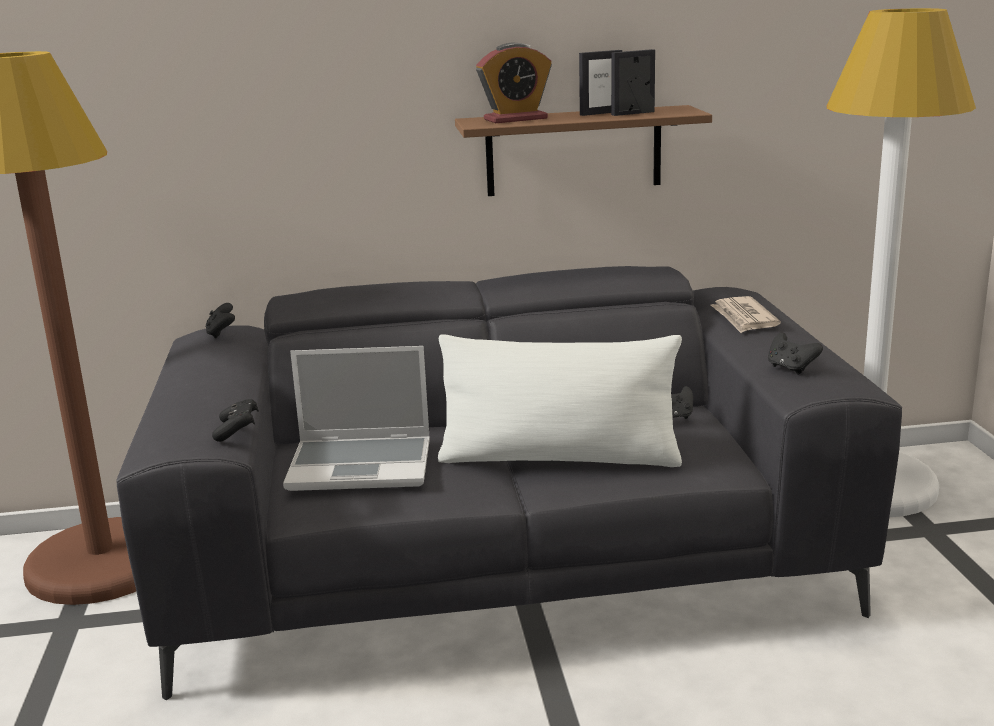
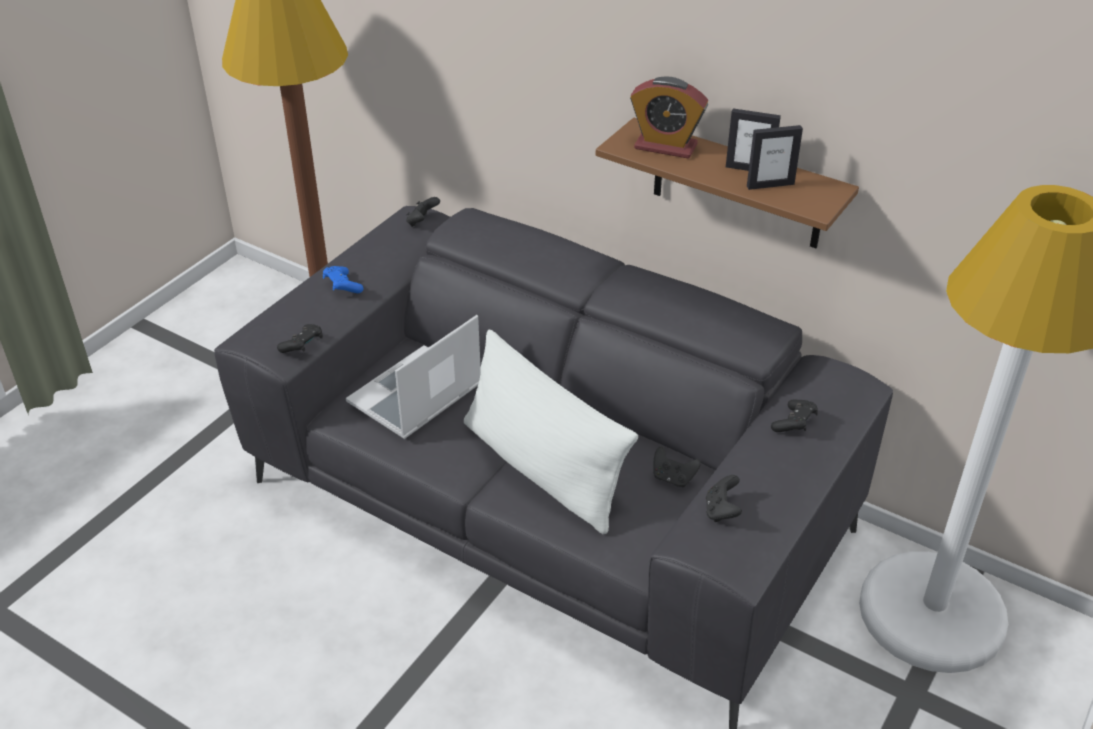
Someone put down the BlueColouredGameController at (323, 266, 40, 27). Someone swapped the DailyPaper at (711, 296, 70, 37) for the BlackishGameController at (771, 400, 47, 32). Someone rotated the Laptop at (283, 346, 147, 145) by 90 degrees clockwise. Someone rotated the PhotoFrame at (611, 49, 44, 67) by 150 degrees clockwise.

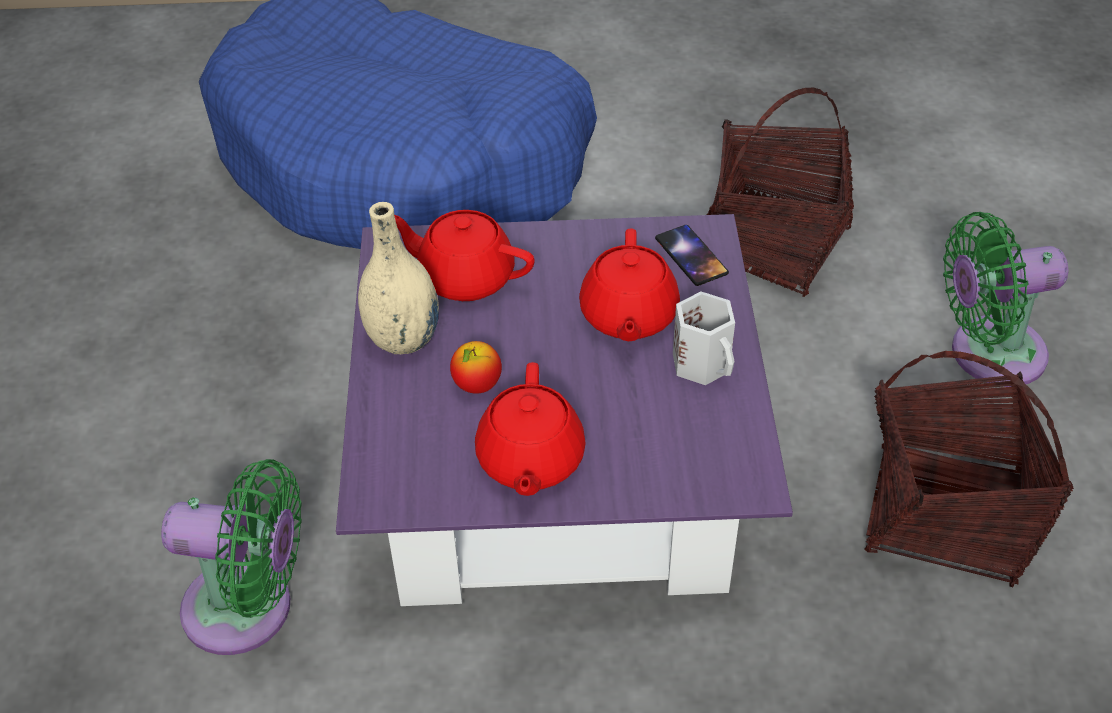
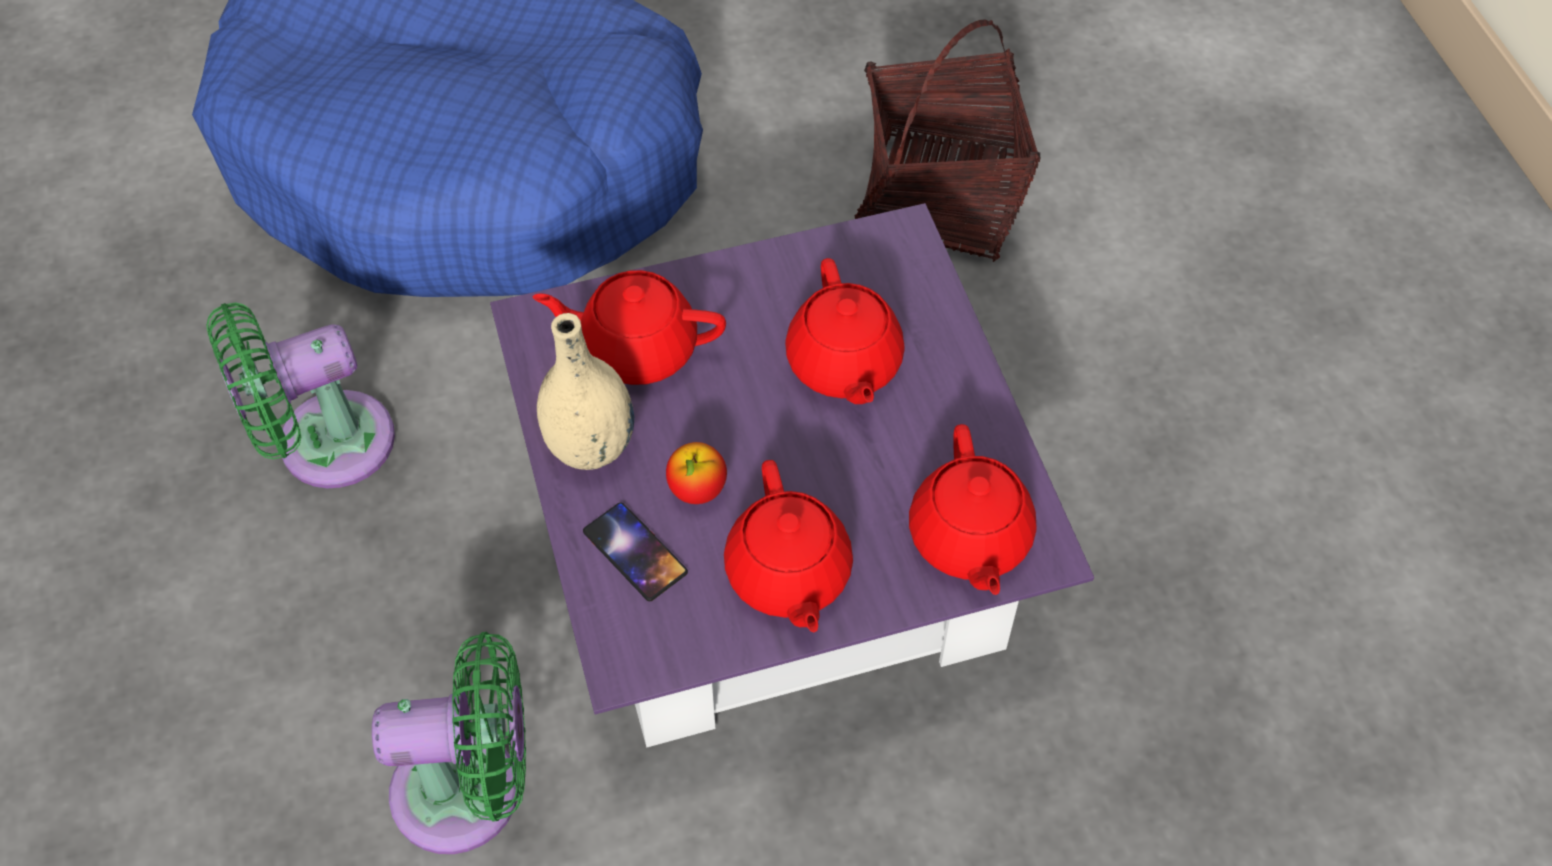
Someone took away the WhitishMug at (673, 292, 62, 93). Someone took away the Basket at (865, 351, 209, 236). Someone put down the ReddishPotForTea at (909, 424, 128, 171). Someone carried the Handset from (655, 225, 74, 61) to (583, 503, 105, 98). Someone carried the GreenishCoolingFan from (943, 212, 126, 175) to (206, 302, 189, 186).

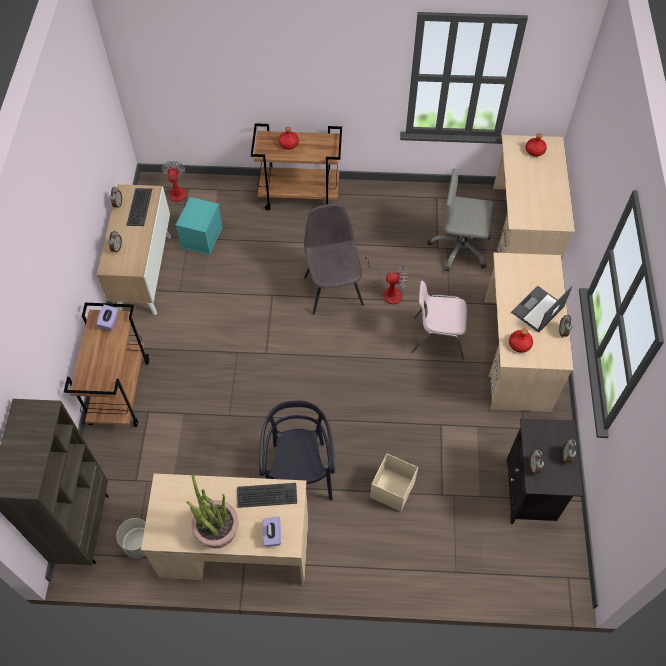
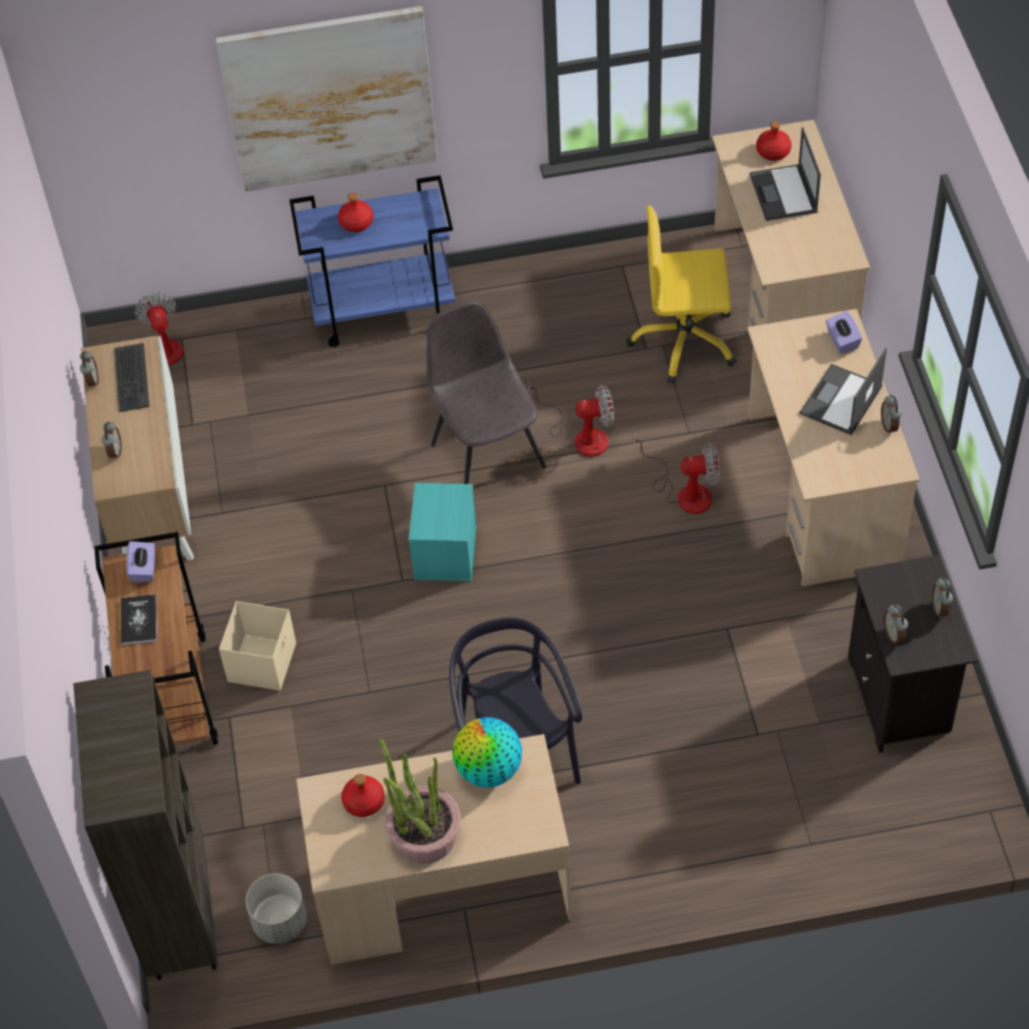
Someone put down the BoundBook at (121, 594, 36, 51). Someone put up the Picture at (216, 6, 221, 186). Someone put down the Laptop at (750, 127, 71, 94). Someone carried the BlueGreenStorageBin from (176, 197, 47, 58) to (409, 483, 68, 98). Someone carried the PurplishTissueBox from (262, 517, 19, 29) to (826, 311, 36, 42). Someone carried the BeigeStorageBin from (370, 453, 48, 58) to (219, 601, 77, 90). Someone carried the ReddishBottle from (509, 329, 24, 24) to (341, 774, 44, 43). Someone swapped the PcKeyboard at (237, 483, 60, 25) for the WorldGlobe at (452, 717, 70, 71). Someone swapped the PinkChair at (411, 281, 56, 79) for the CoolingFan at (634, 433, 86, 81). Someone repainted the BrownWheeledCart at (251, 123, 91, 87), which became the BlueColouredWheeledCart at (290, 175, 165, 172). Someone repainted the GreyishOfficeChair at (428, 168, 65, 104), which became the YellowishOfficeChair at (627, 206, 110, 178).

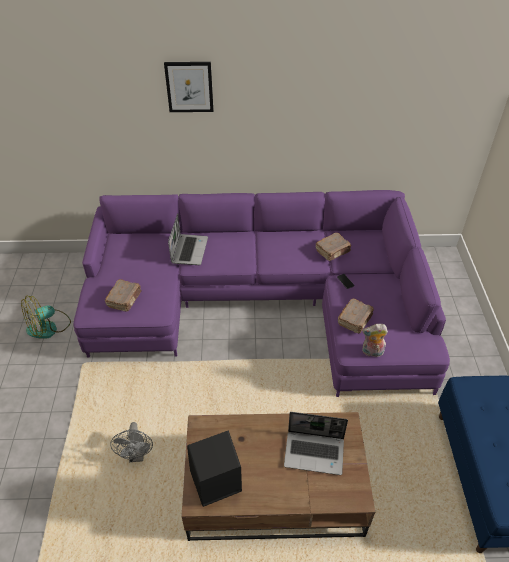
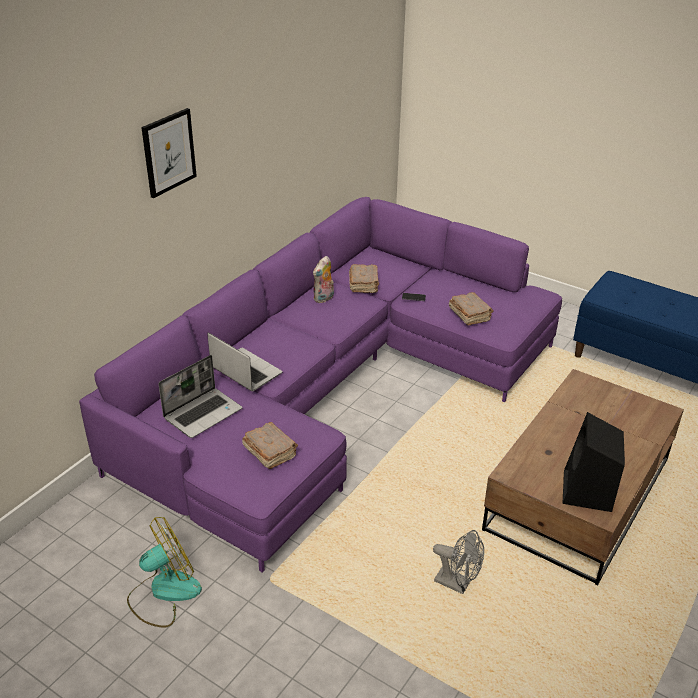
Someone carried the Laptop from (284, 412, 64, 63) to (158, 355, 84, 83). Someone carried the CuddlyToy from (362, 324, 26, 33) to (313, 256, 21, 47). Someone rotated the CoolingFan at (21, 295, 50, 44) by 120 degrees counterclockwise.

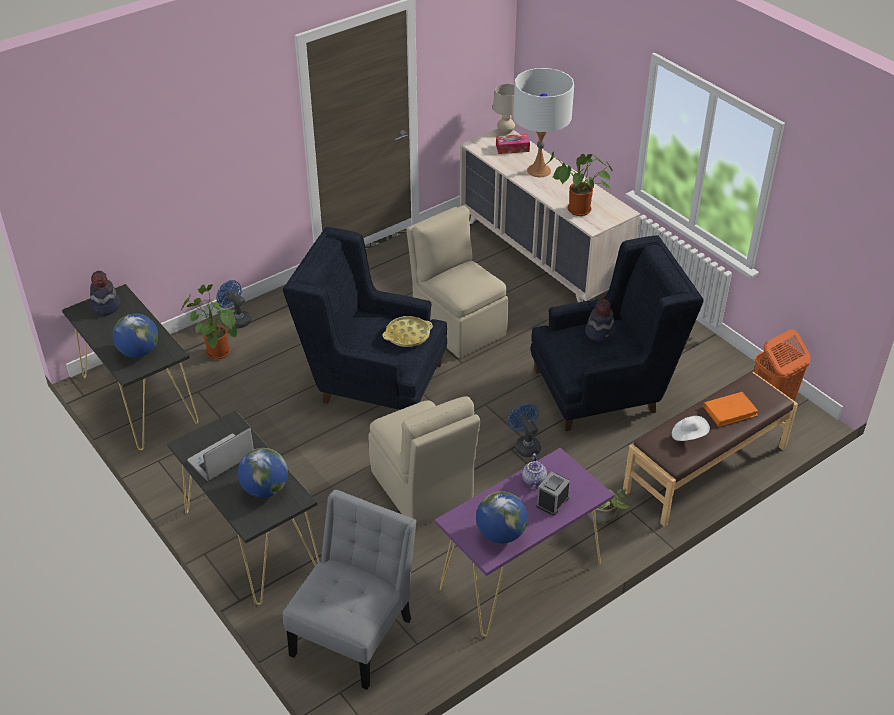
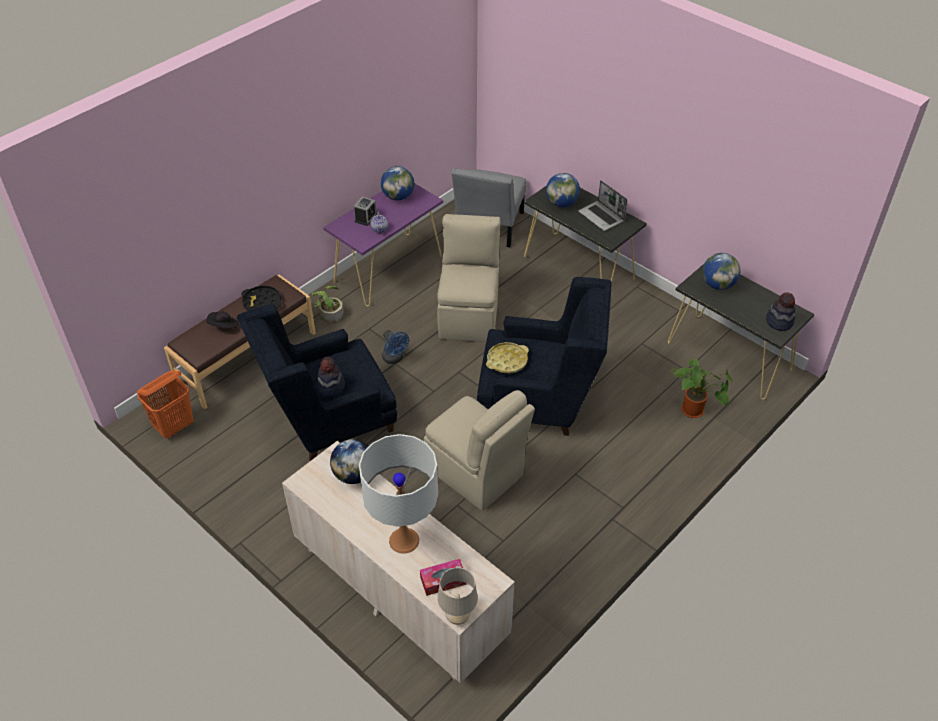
Someone took away the BlueColouredCoolingFan at (216, 280, 35, 48). Someone swapped the PlantInAPot at (543, 151, 70, 65) for the WorldGlobe at (330, 439, 39, 45). Someone swapped the WhitishHat at (672, 416, 38, 25) for the BlackishTray at (241, 285, 41, 26). Someone swapped the OrangeBoundBook at (703, 392, 55, 35) for the BlackishHat at (206, 311, 33, 17). Someone rotated the Laptop at (187, 428, 67, 53) by 105 degrees clockwise. Someone rotated the BeigeChair at (369, 396, 112, 132) by 45 degrees clockwise.

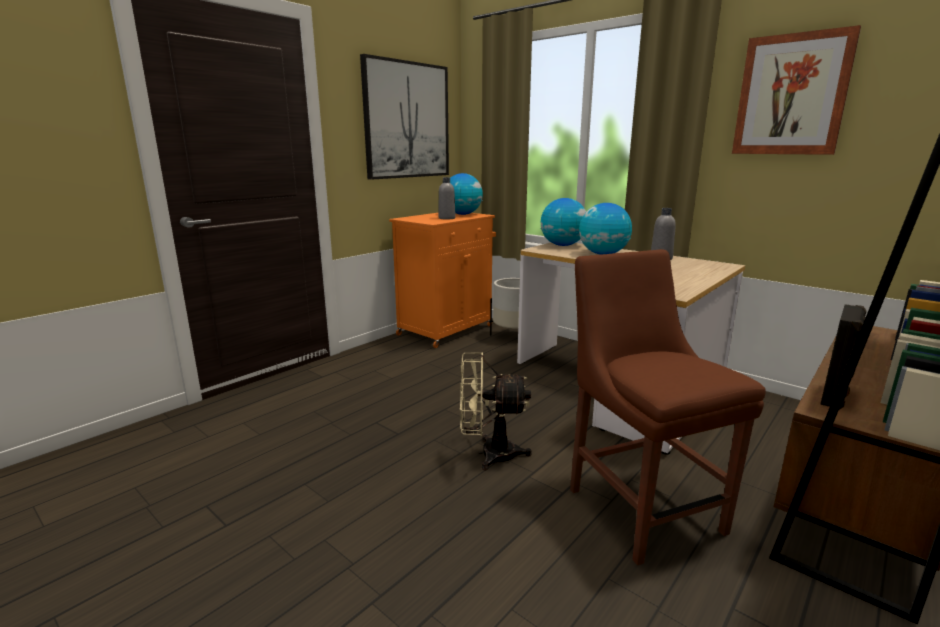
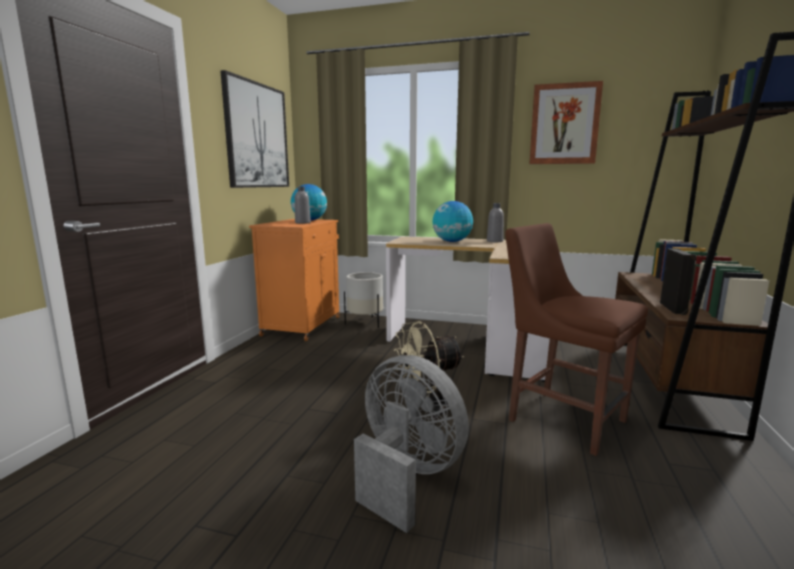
Someone took away the WorldGlobe at (540, 198, 46, 48). Someone put down the GreyishCoolingFan at (354, 355, 115, 178).

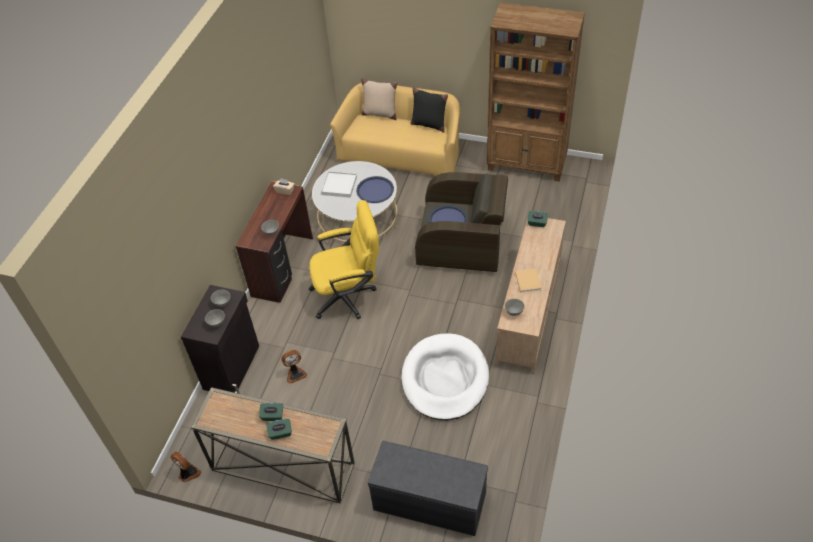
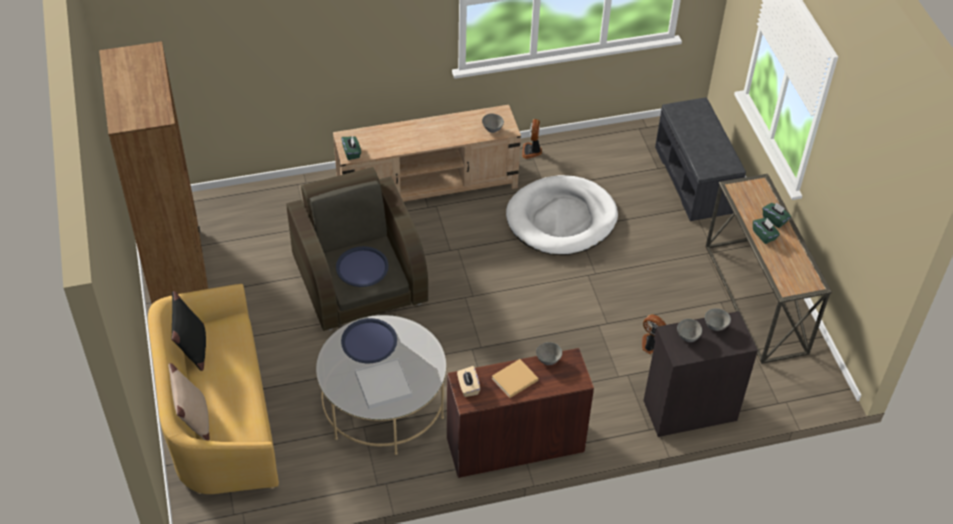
Someone took away the YellowishOfficeChair at (309, 200, 70, 119). Someone carried the CoolingFan from (171, 451, 30, 32) to (522, 119, 20, 40). Someone carried the BeigeBoundBook from (515, 269, 27, 24) to (491, 359, 47, 39).

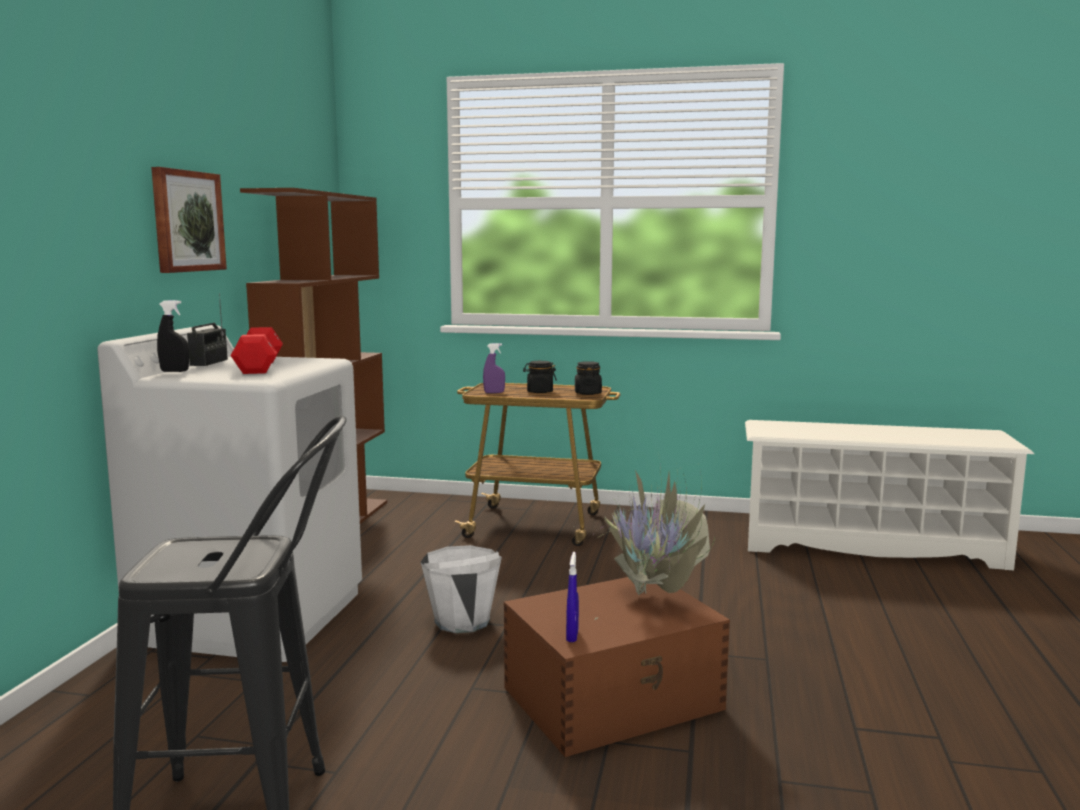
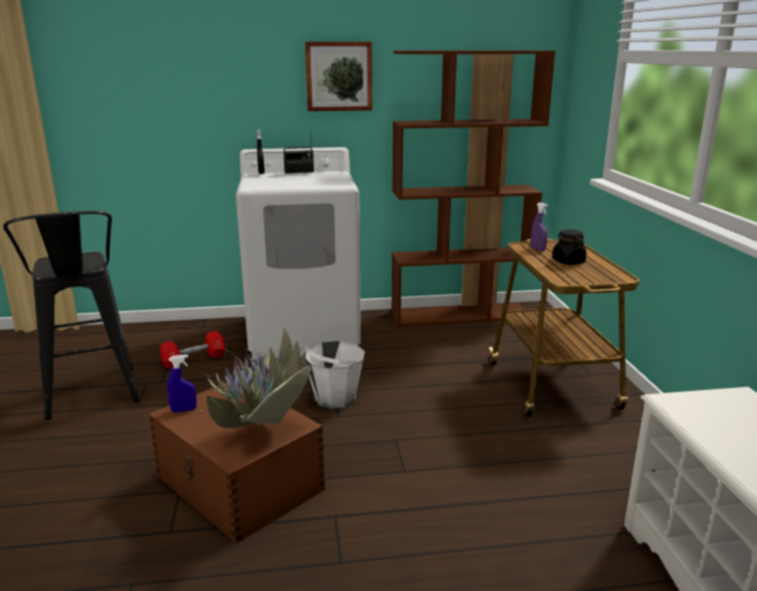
Someone took away the BlackishJar at (575, 361, 27, 34). Someone carried the ReddishDumbbell from (231, 327, 52, 47) to (160, 331, 65, 38).

